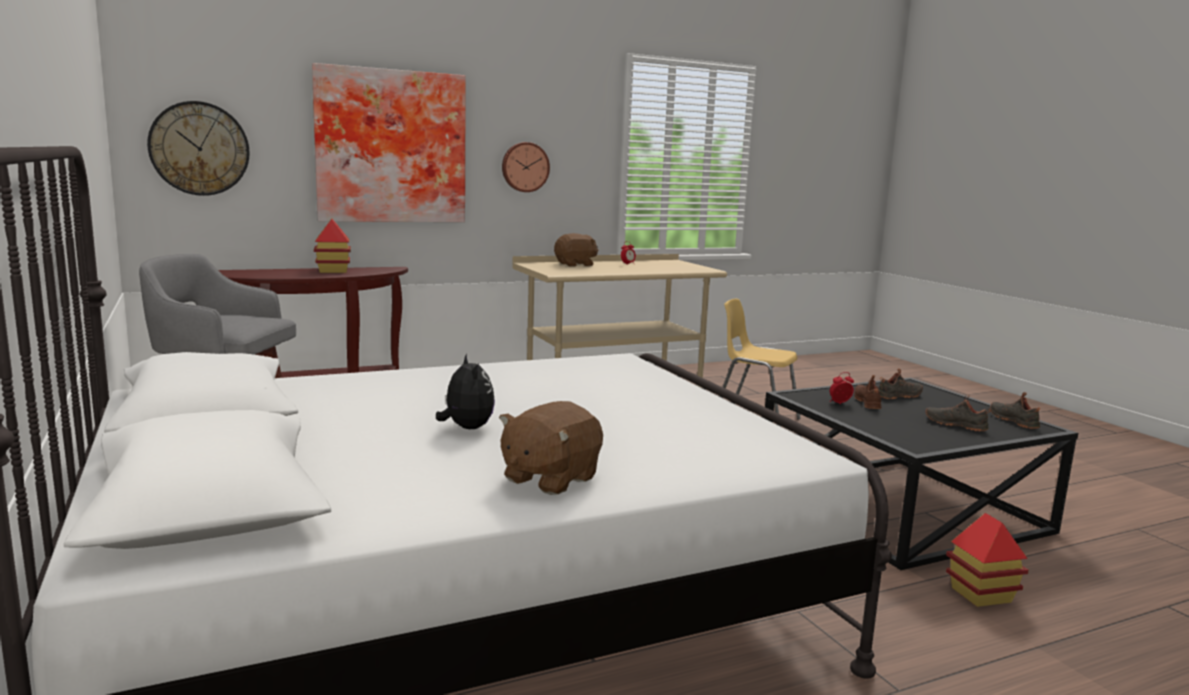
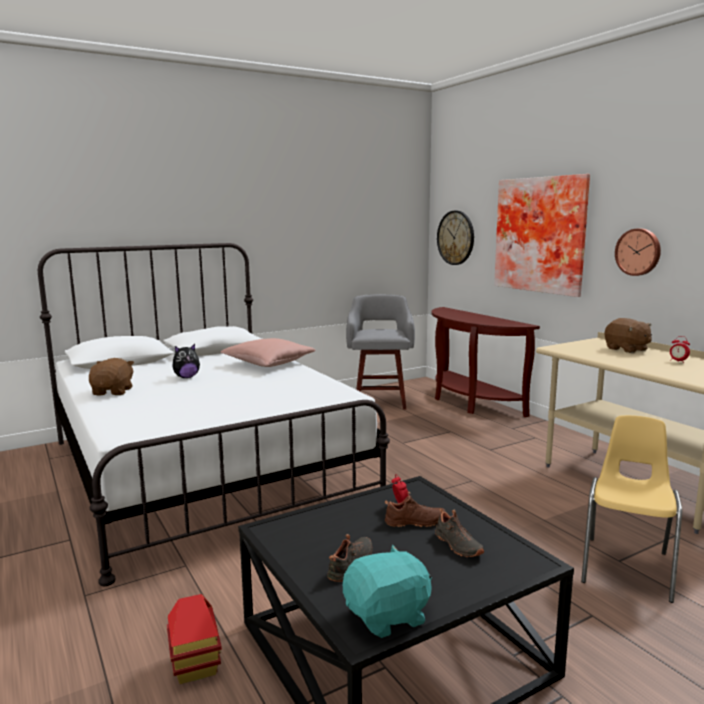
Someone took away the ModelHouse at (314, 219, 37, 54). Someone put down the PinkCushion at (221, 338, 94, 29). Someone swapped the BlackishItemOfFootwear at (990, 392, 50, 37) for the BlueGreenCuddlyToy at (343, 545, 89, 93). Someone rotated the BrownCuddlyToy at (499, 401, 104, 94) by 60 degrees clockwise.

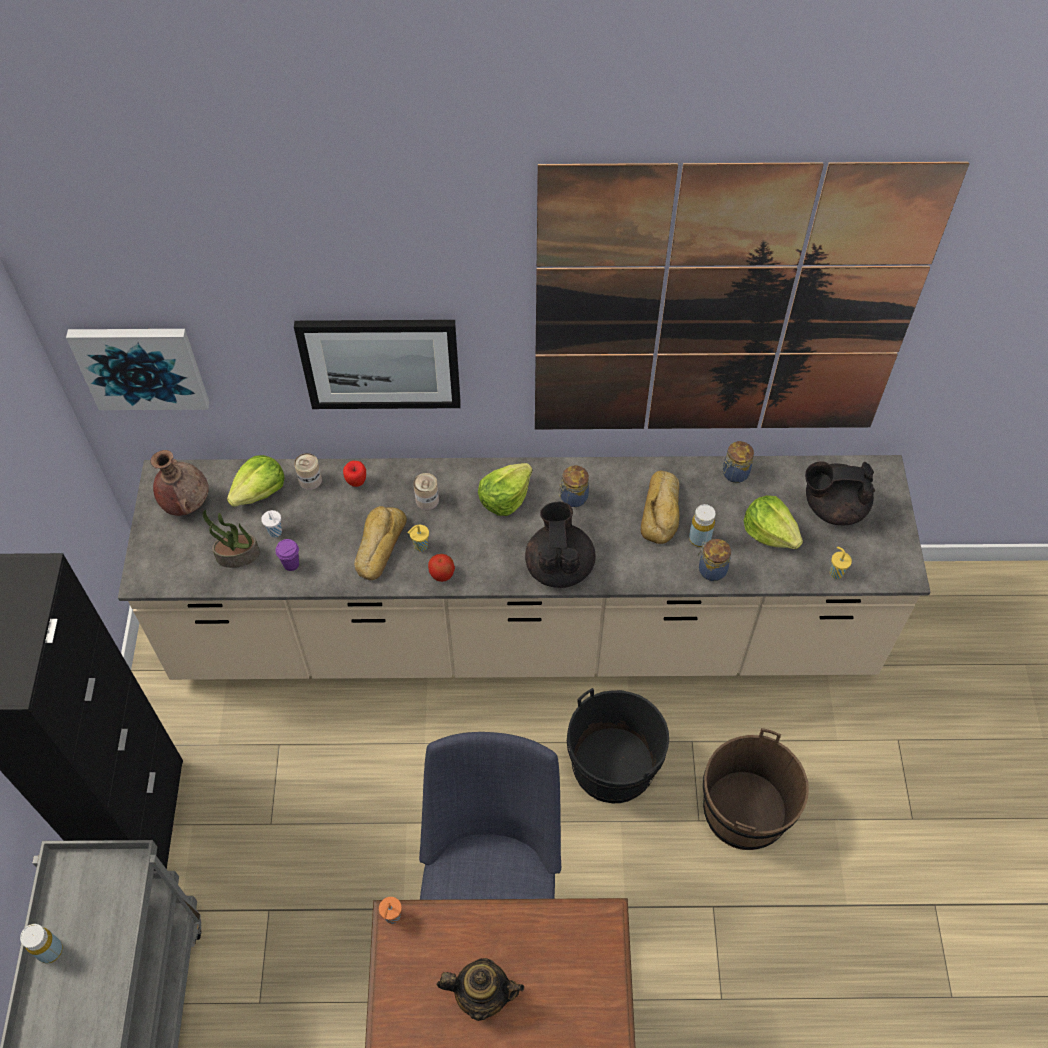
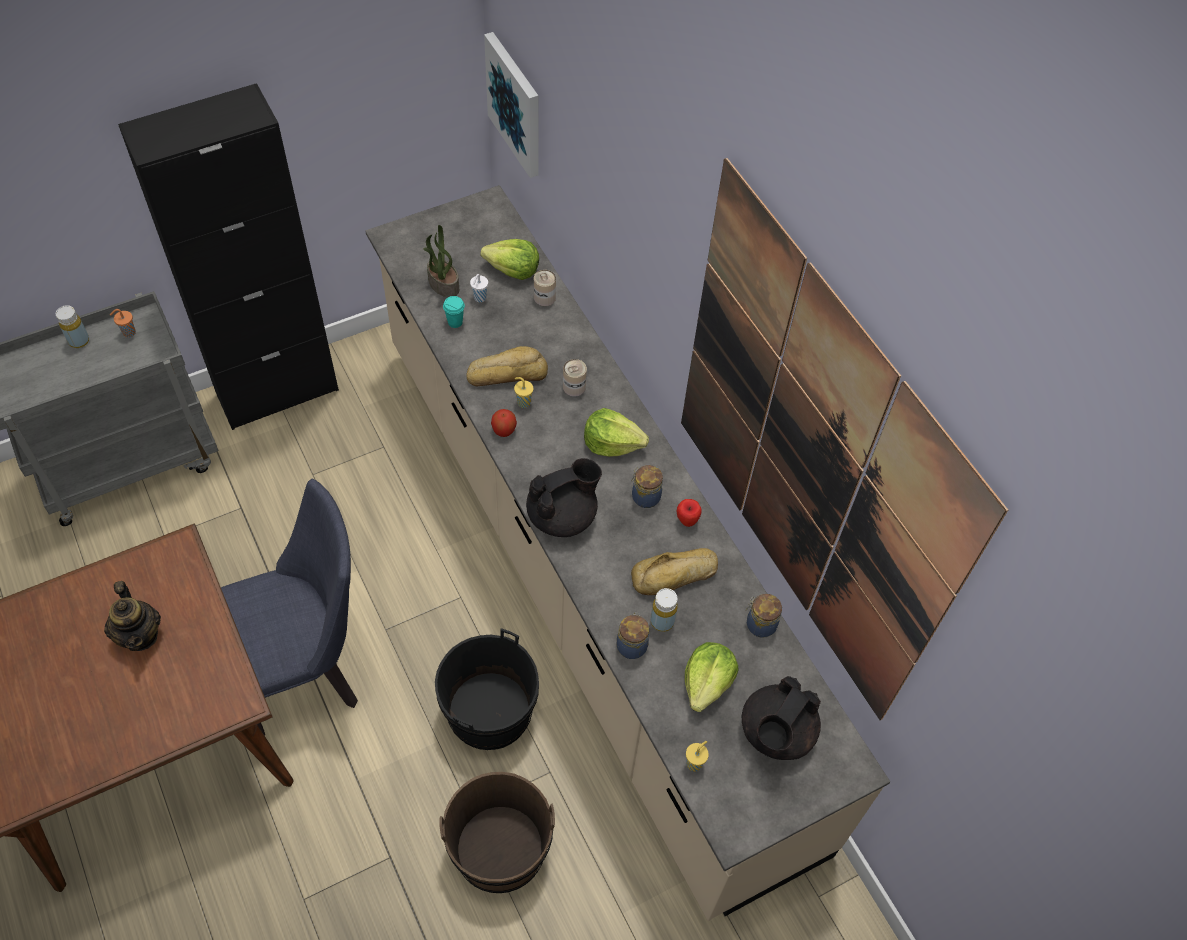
Someone took away the BrownDecorativeVase at (150, 450, 59, 66). Someone took away the Picture at (294, 320, 167, 89). Someone carried the Apple from (343, 461, 23, 26) to (677, 499, 25, 28). Someone carried the OrangeSmallCup from (379, 897, 23, 27) to (110, 309, 26, 28). Someone repainted the PurplishSmallCup at (276, 539, 23, 32), which became the BlueGreenSmallCup at (443, 296, 22, 32). Someone rotated the BlackishPotForTea at (805, 461, 70, 64) by 120 degrees counterclockwise.

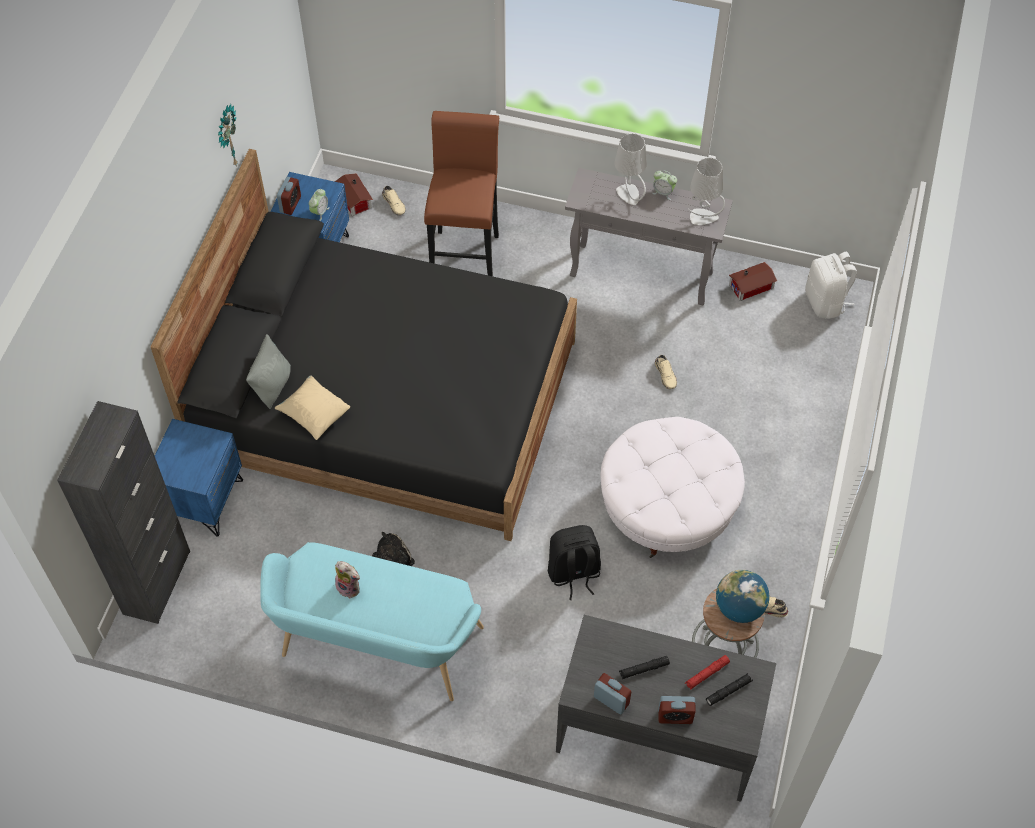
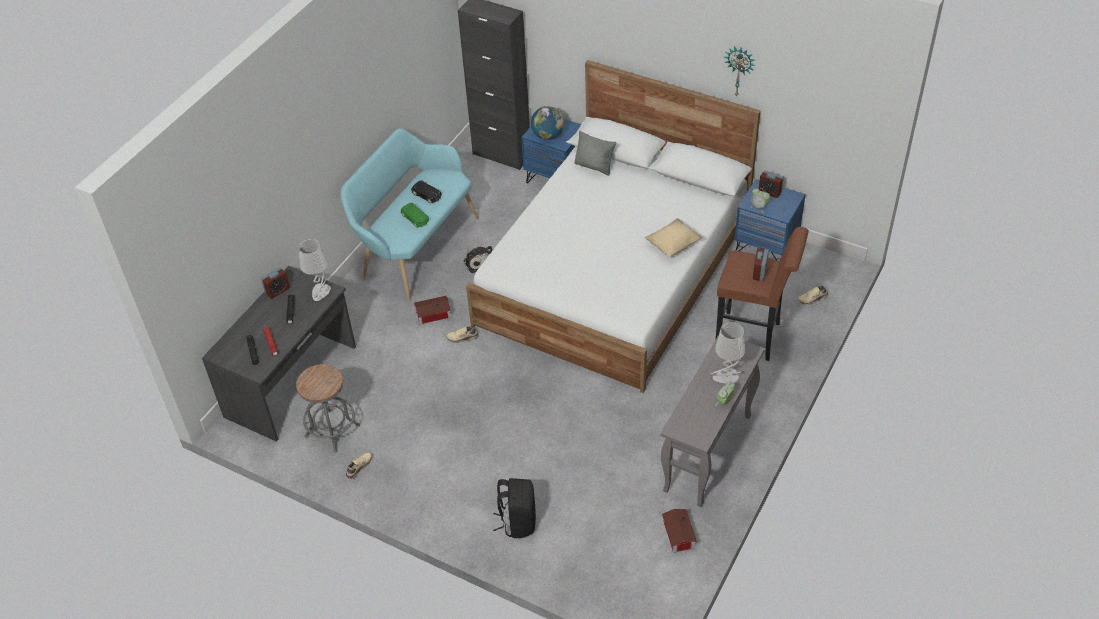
Someone took away the WhitishPouffe at (600, 417, 145, 141). Someone took away the WhitishRucksack at (805, 252, 52, 67). Someone put down the GreenishToyCar at (401, 203, 28, 25). Someone carried the BeigeCushion from (275, 375, 75, 65) to (645, 218, 57, 39). Someone carried the ModelHouse from (335, 173, 38, 43) to (414, 296, 37, 28). Someone carried the BlackishRucksack from (548, 525, 53, 75) to (493, 478, 43, 60). Someone carried the BeigeItemOfFootwear from (655, 355, 22, 34) to (446, 326, 33, 17). Someone carried the TableClock from (658, 696, 38, 28) to (753, 248, 16, 33). Someone carried the GreyishTabletopLamp from (688, 157, 37, 68) to (299, 239, 32, 62). Someone carried the WorldGlobe from (716, 570, 54, 53) to (531, 106, 33, 34). Someone swapped the CuddlyToy at (335, 561, 25, 38) for the BlackishToyCar at (411, 181, 31, 22). Someone repainted the BlackishBedroomBed at (150, 149, 427, 392), which became the WhitishBedroomBed at (466, 60, 295, 333).

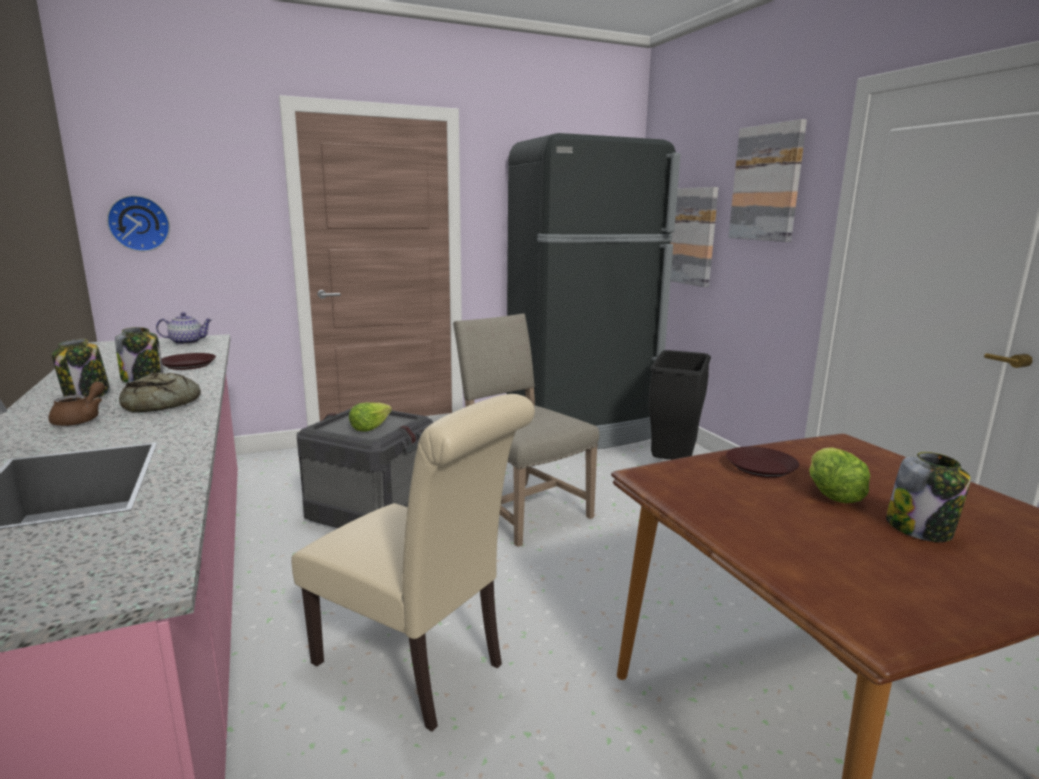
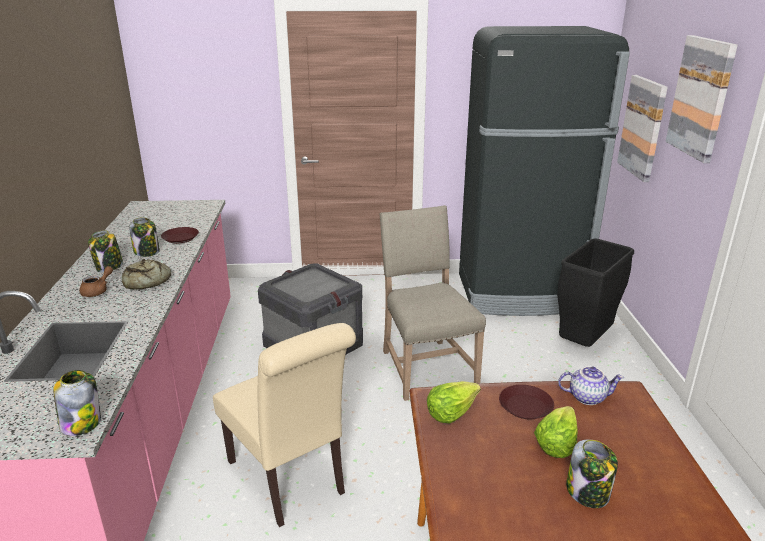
Someone took away the WallClock at (107, 195, 63, 57). Someone put down the Jar at (53, 370, 48, 66). Someone carried the PotForTea from (156, 312, 56, 33) to (558, 366, 66, 39). Someone carried the Lettuce from (349, 402, 43, 30) to (427, 381, 54, 42).

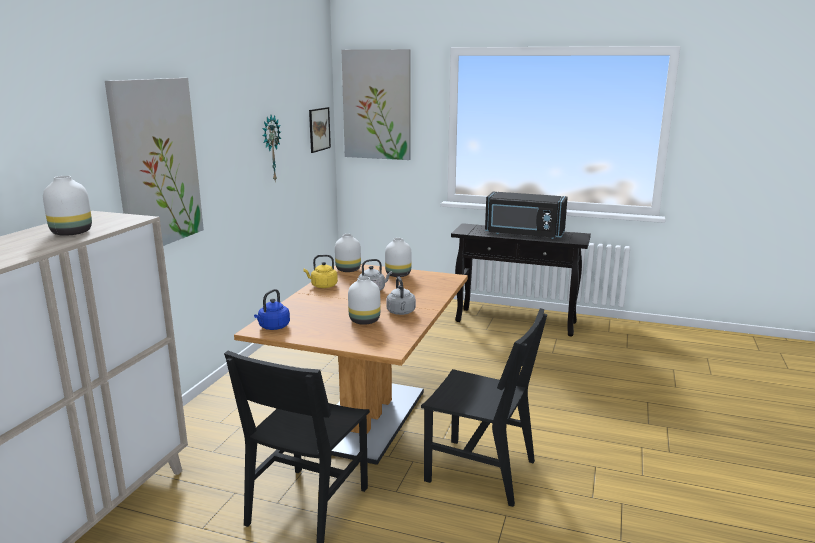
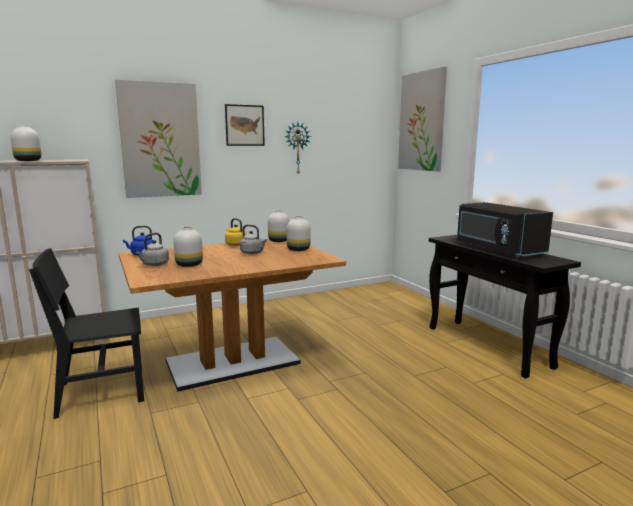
Someone took away the BlackishChair at (421, 308, 126, 199). Someone carried the Picture from (309, 107, 22, 46) to (225, 104, 40, 42). Someone carried the GreyishKettle from (386, 276, 30, 39) to (135, 233, 34, 33).

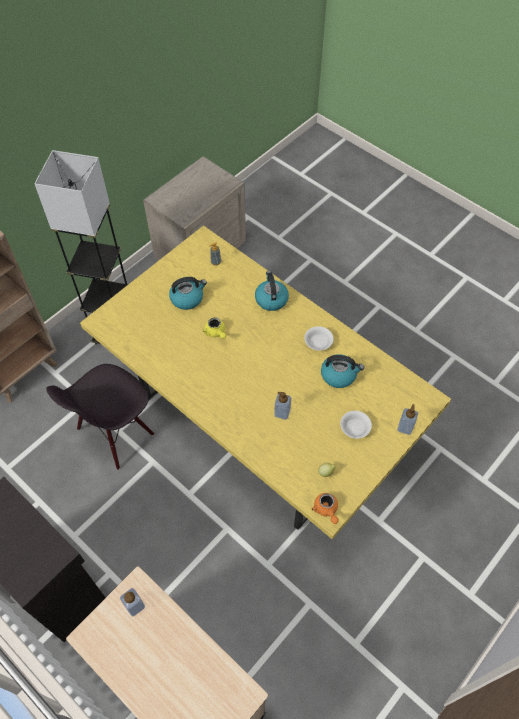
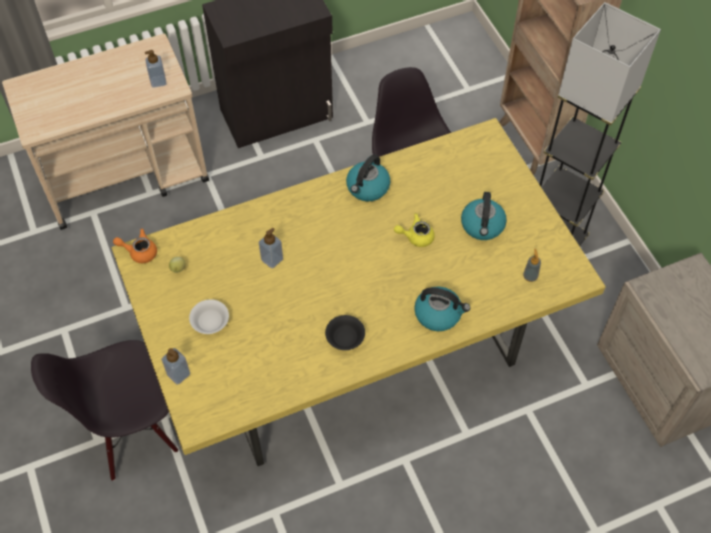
Someone put down the BlackishChair at (31, 340, 147, 141). Someone carried the Kettle from (321, 354, 43, 34) to (346, 155, 44, 46). Someone repainted the WhitishServingBowl at (304, 326, 29, 25), which became the BlackishServingBowl at (325, 315, 40, 35).

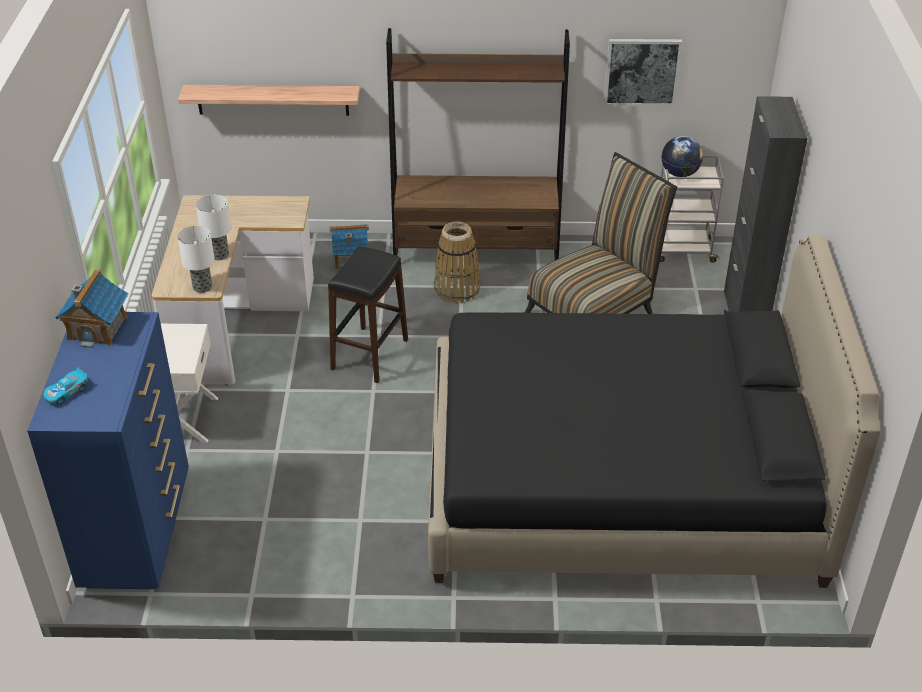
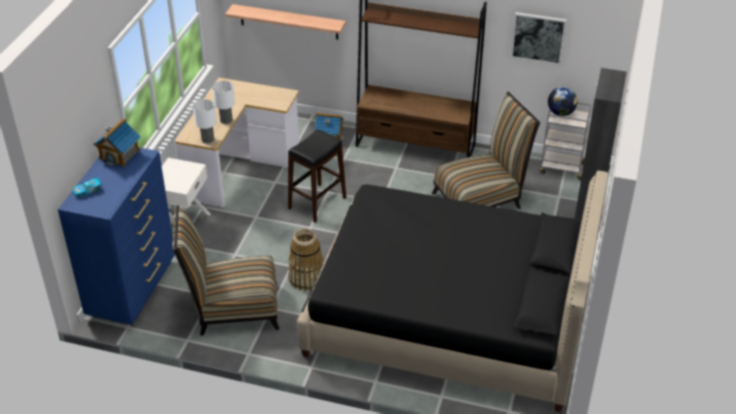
Someone put down the Chair at (172, 205, 107, 131). Someone carried the Basket from (434, 221, 46, 83) to (288, 229, 35, 62).

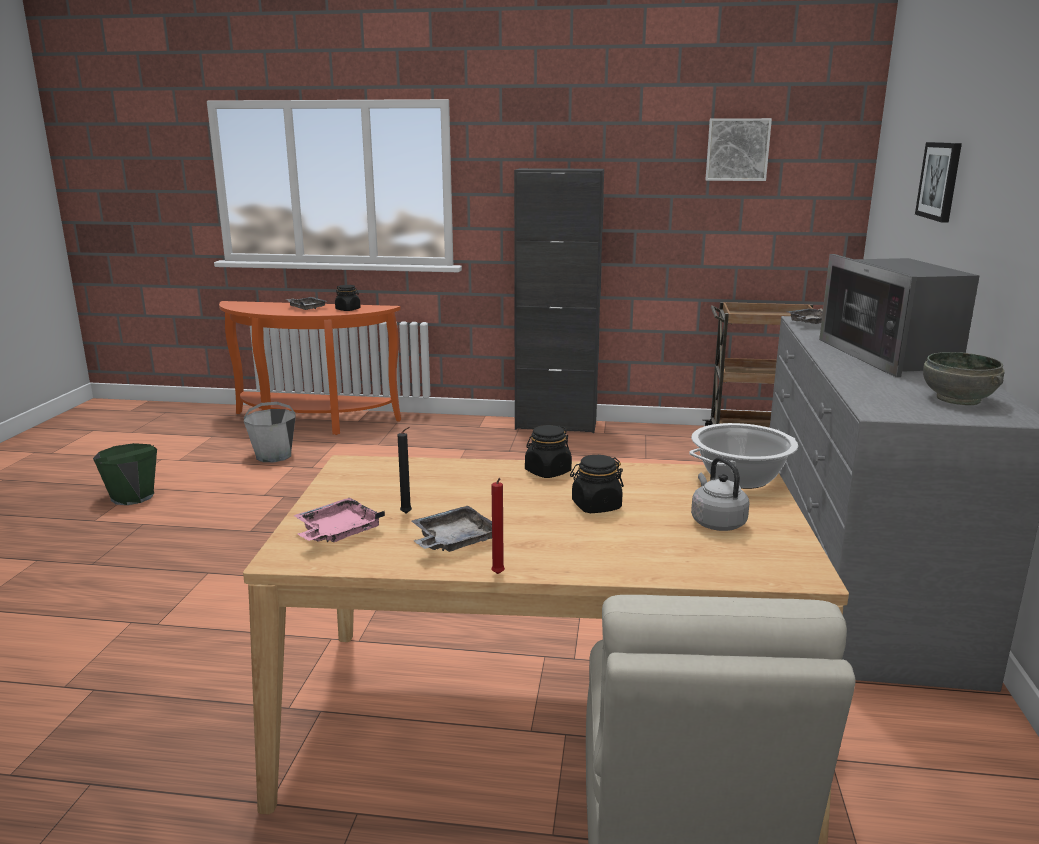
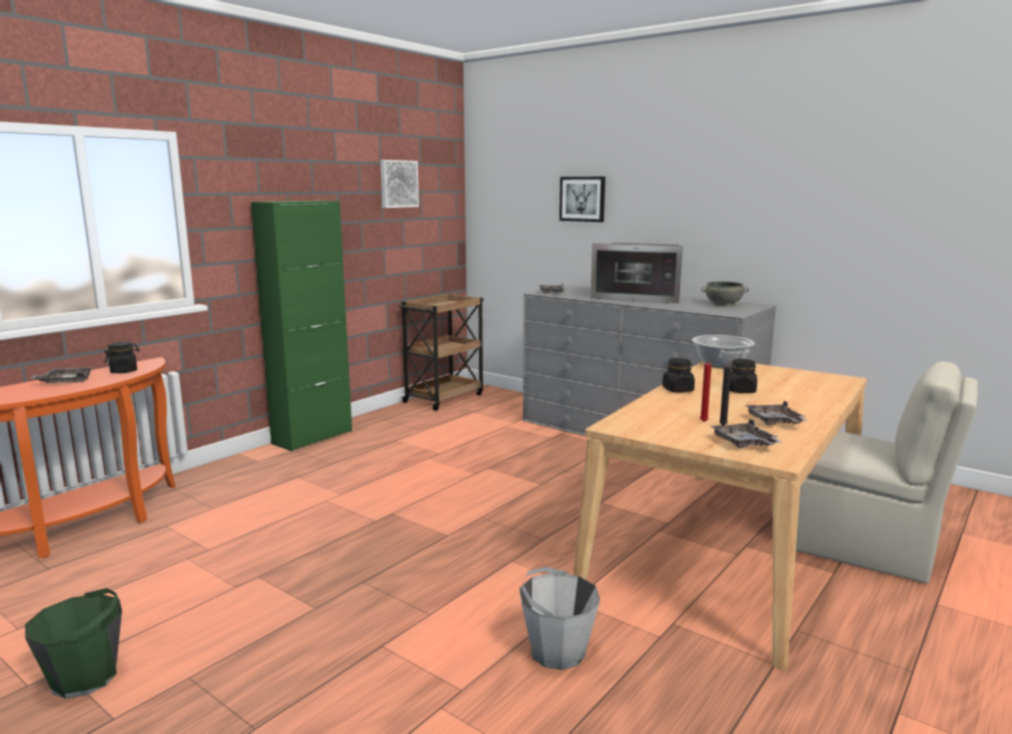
Someone took away the GreyishKettle at (691, 457, 59, 74). Someone carried the GreyishPail from (244, 402, 52, 60) to (519, 567, 81, 103). Someone carried the ReddishWaxCandle from (491, 478, 14, 96) to (700, 358, 16, 64). Someone repainted the PinkTray at (293, 497, 92, 45), which became the GreyishTray at (710, 419, 72, 29). Someone repainted the BlackishStorageCabinet at (514, 168, 90, 265), which became the GreenishStorageCabinet at (251, 201, 101, 250).

